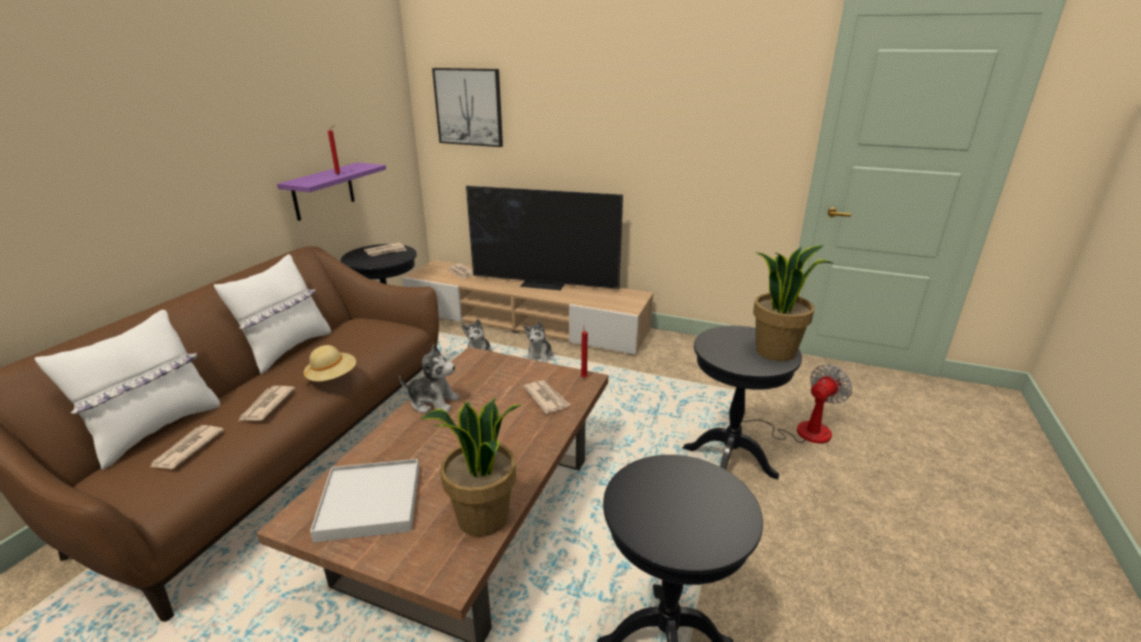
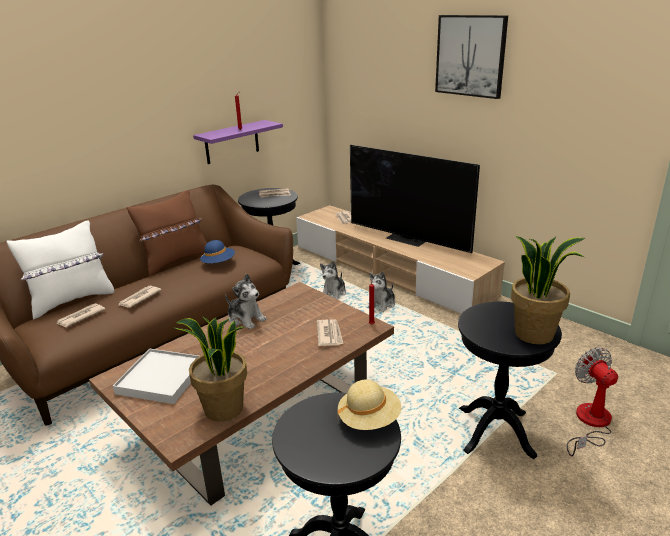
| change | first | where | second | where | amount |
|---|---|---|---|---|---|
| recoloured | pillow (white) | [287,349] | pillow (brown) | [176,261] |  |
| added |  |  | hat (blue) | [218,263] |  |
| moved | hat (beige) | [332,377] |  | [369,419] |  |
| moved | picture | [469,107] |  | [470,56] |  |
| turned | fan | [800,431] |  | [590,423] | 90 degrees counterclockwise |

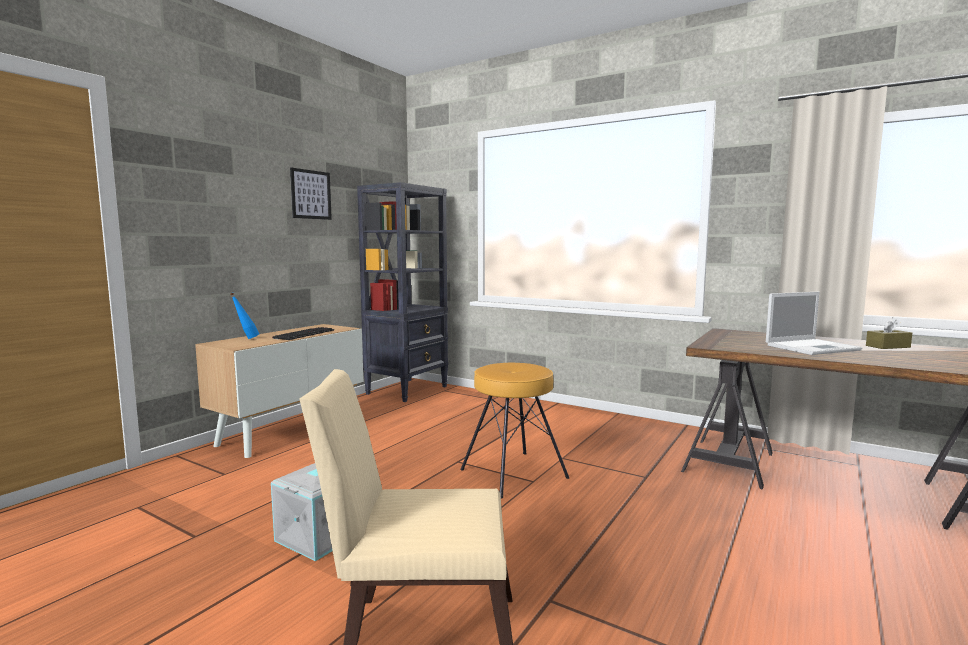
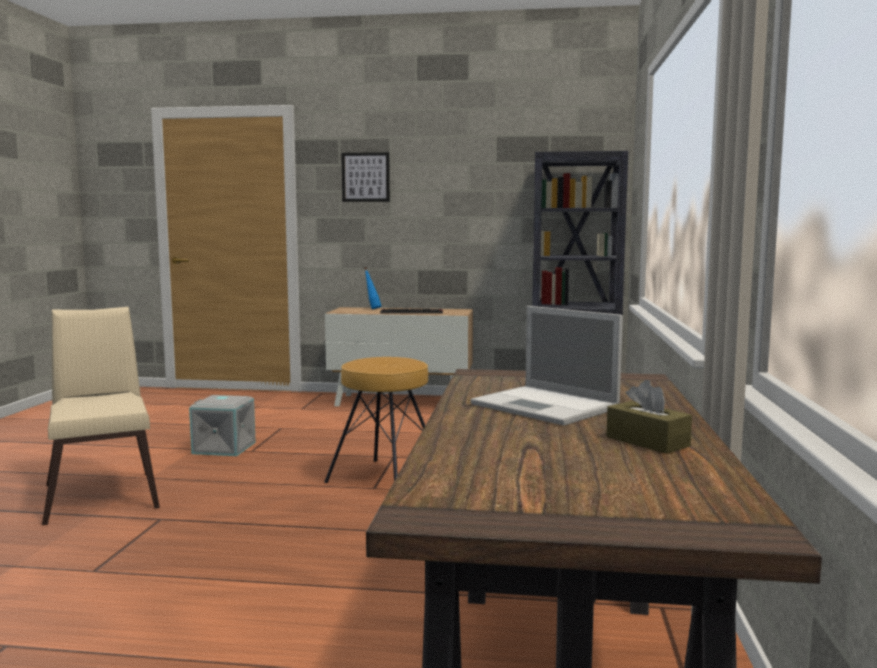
| change | first | where | second | where | amount |
|---|---|---|---|---|---|
| moved | picture | [311,194] |  | [365,177] |  |

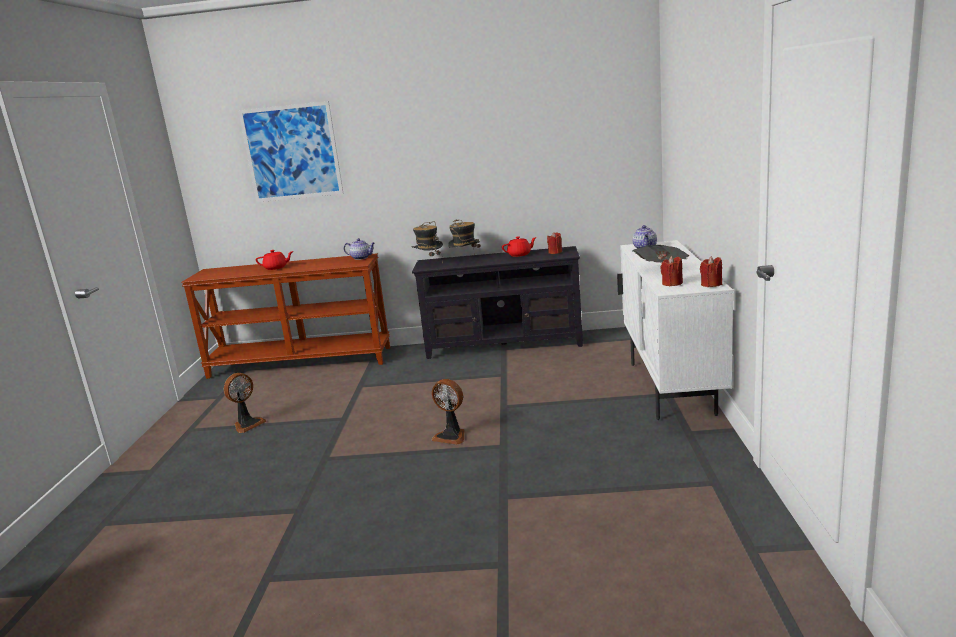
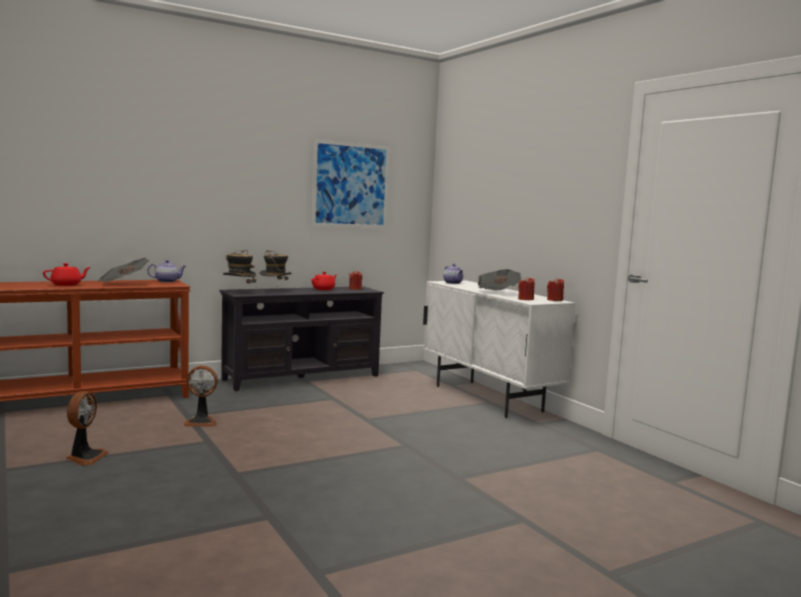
| change | first | where | second | where | amount |
|---|---|---|---|---|---|
| added |  |  | newspaper | [123,284] |  |
| moved | fan | [451,436] |  | [201,422] |  |
| moved | picture | [292,152] |  | [351,185] |  |

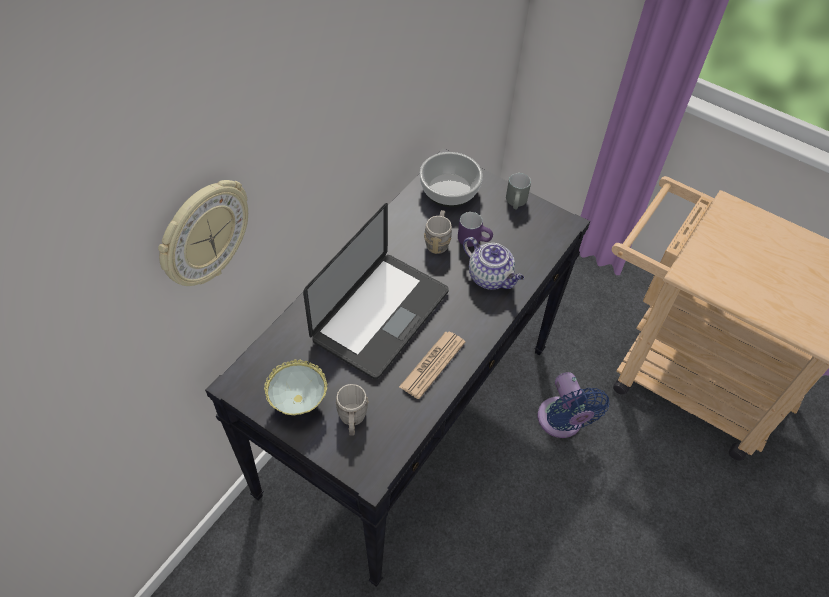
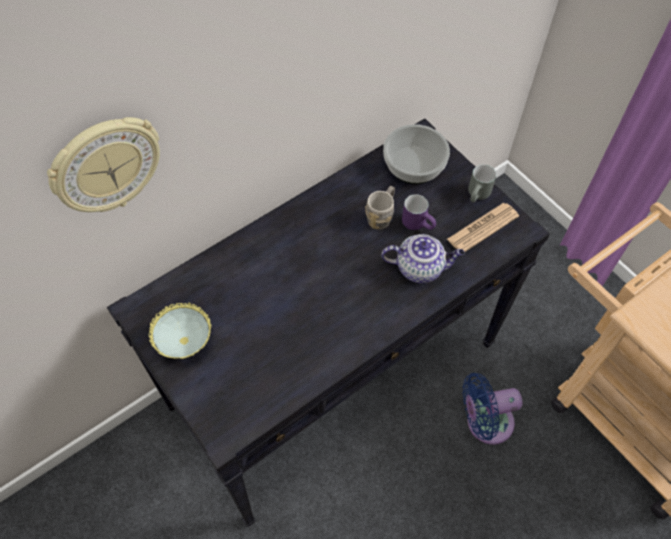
| change | first | where | second | where | amount |
|---|---|---|---|---|---|
| turned | teapot | [491,277] |  | [420,268] | 60 degrees counterclockwise |
| moved | newspaper | [432,364] |  | [482,228] |  |
| turned | fan (blue) | [561,422] |  | [484,422] | 75 degrees clockwise |
| removed | laptop | [381,316] |  |  |  |
| removed | mug (grey) | [352,420] |  |  |  |

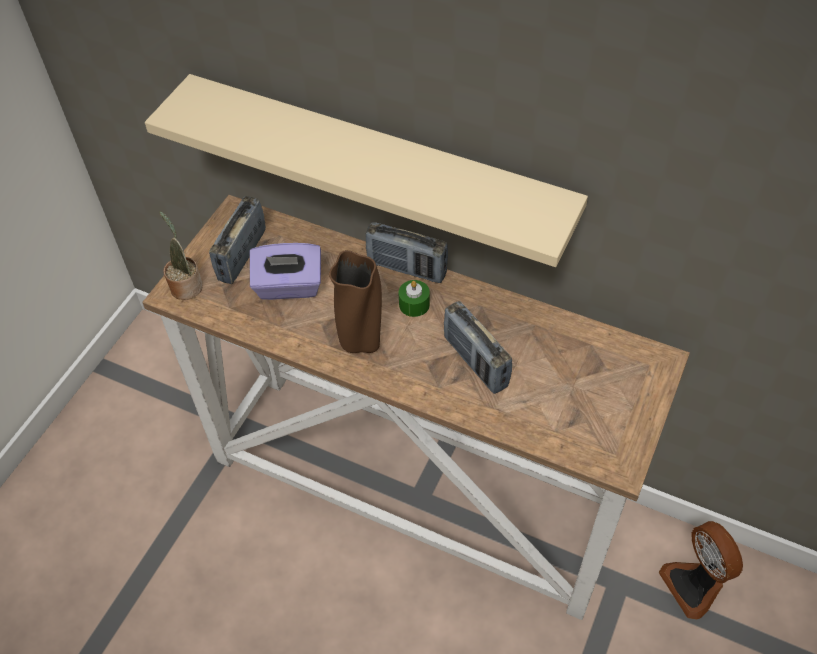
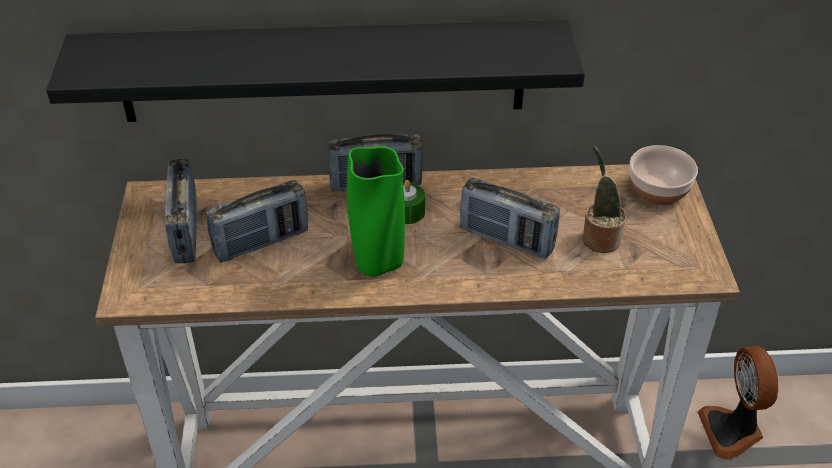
| change | first | where | second | where | amount |
|---|---|---|---|---|---|
| recoloured | shelf (beige) | [378,165] | shelf (black) | [323,71] |  |
| replaced | tissue box (purple) | [289,287] | radio | [261,242] |  |
| recoloured | vase (brown) | [361,342] | vase (green) | [378,264] |  |
| moved | potted plant | [186,285] |  | [599,238] |  |
| added |  |  | bowl | [657,191] |  |
| turned | fan | [694,585] |  | [732,431] | 45 degrees clockwise |

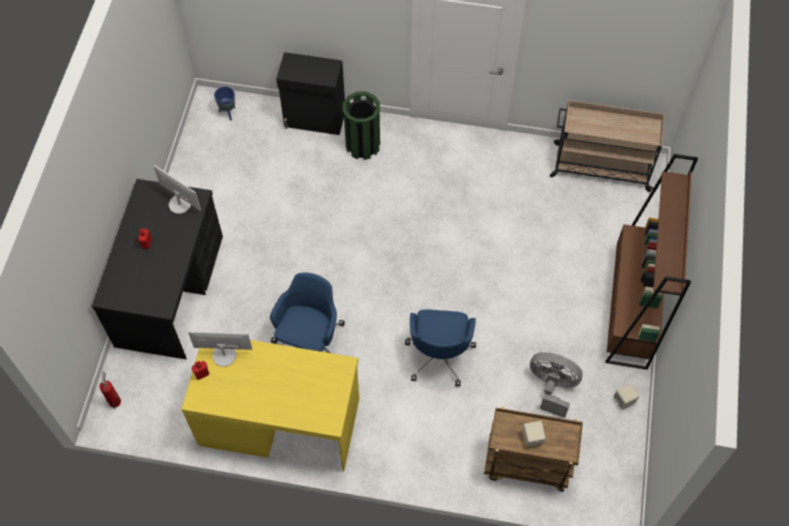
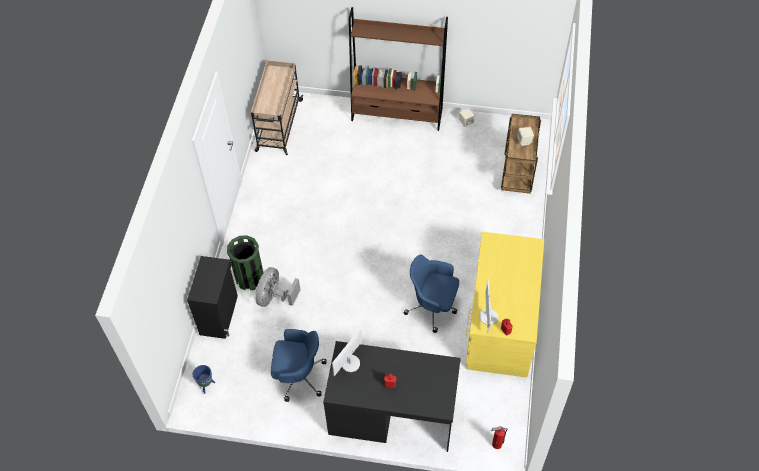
| change | first | where | second | where | amount |
|---|---|---|---|---|---|
| moved | fan (grey) | [552,387] |  | [275,297] |  |
| moved | office chair (blue) | [439,355] |  | [298,375] |  |

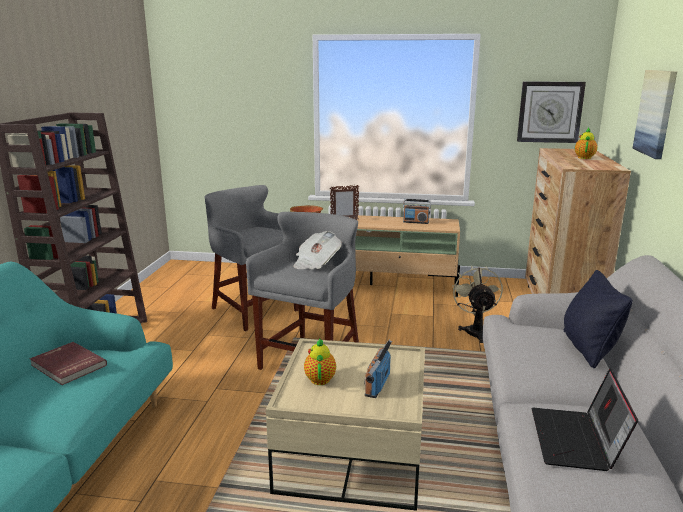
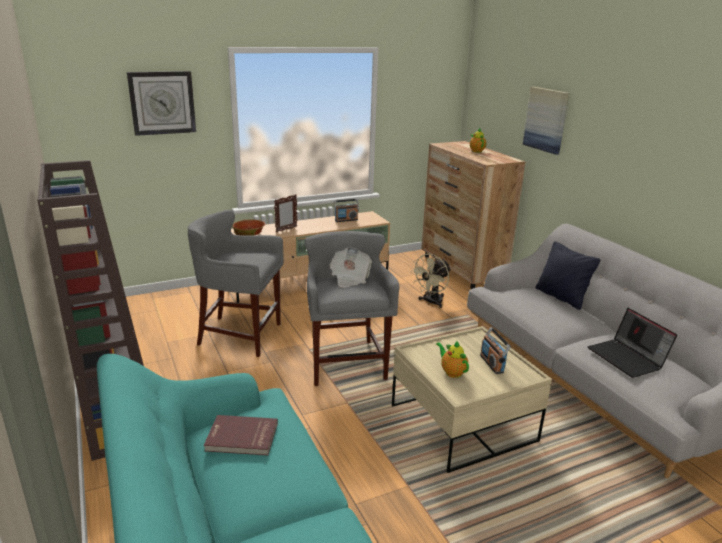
| change | first | where | second | where | amount |
|---|---|---|---|---|---|
| moved | wall clock | [550,112] |  | [162,103] |  |
| turned | fan (beige) | [475,330] |  | [431,302] | 105 degrees counterclockwise |

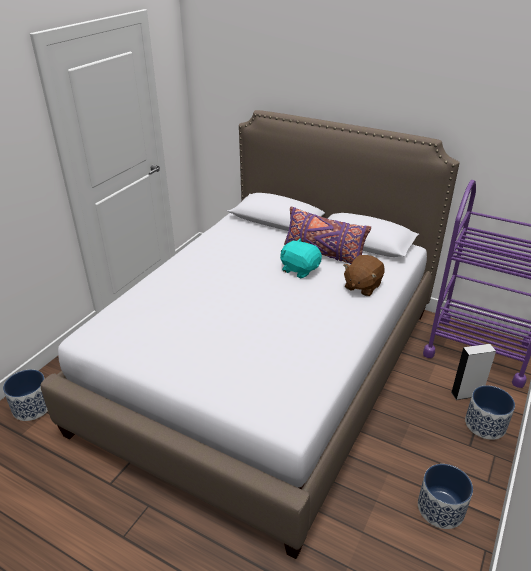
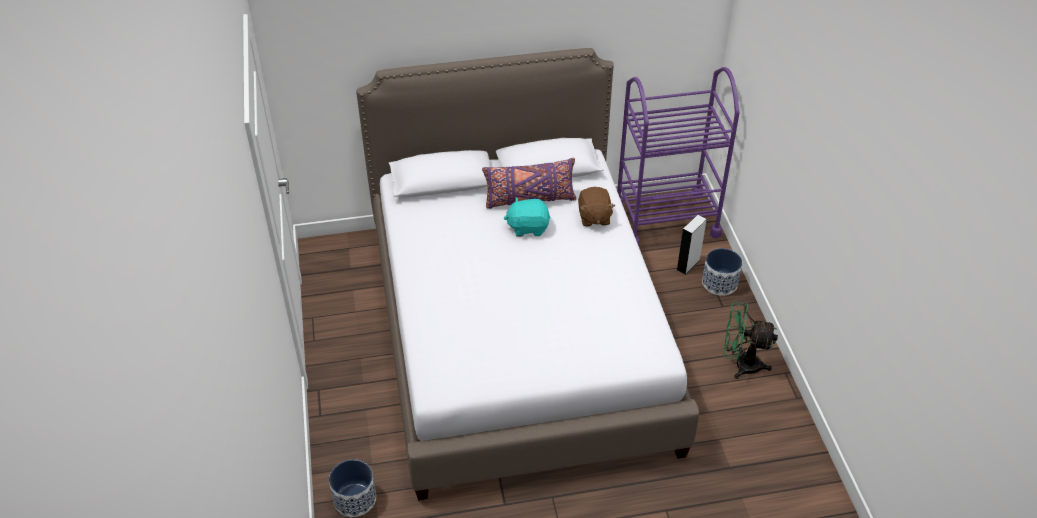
| change | first | where | second | where | amount |
|---|---|---|---|---|---|
| replaced | planter | [440,509] | fan (green) | [740,364] |  |

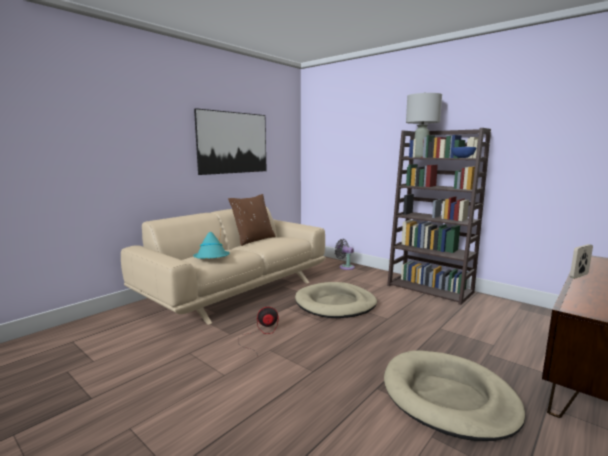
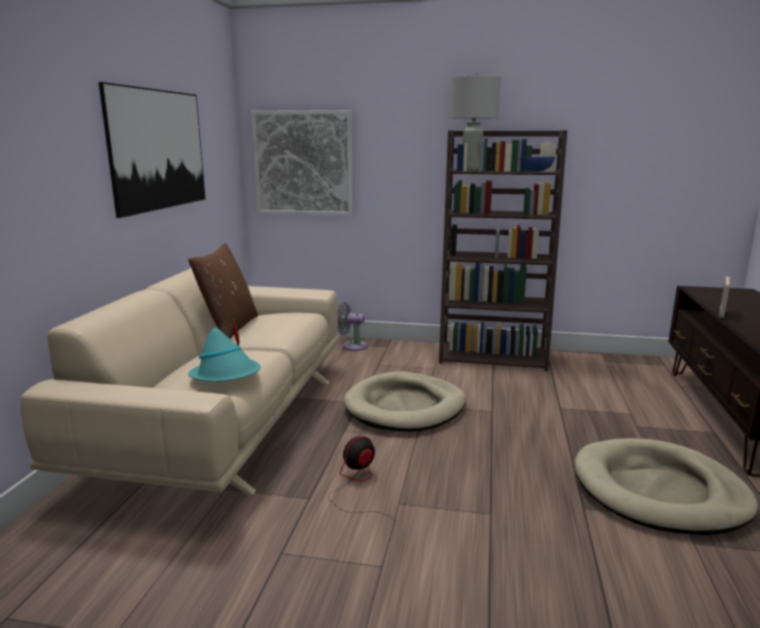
| change | first | where | second | where | amount |
|---|---|---|---|---|---|
| added |  |  | picture | [303,163] |  |

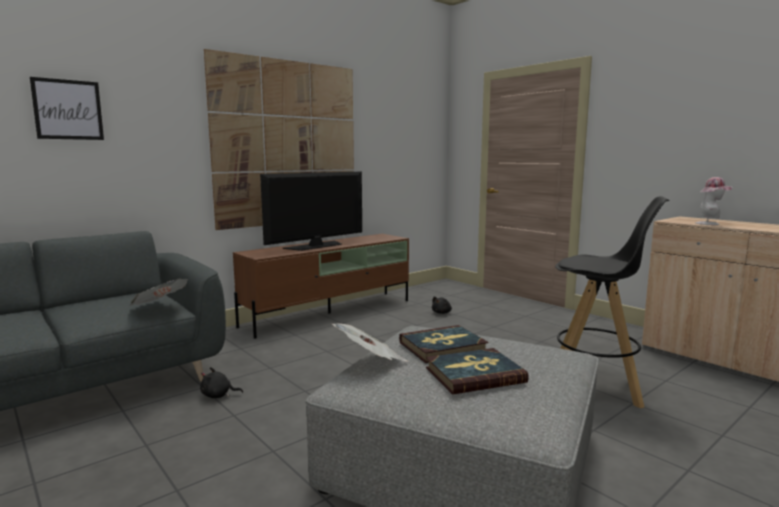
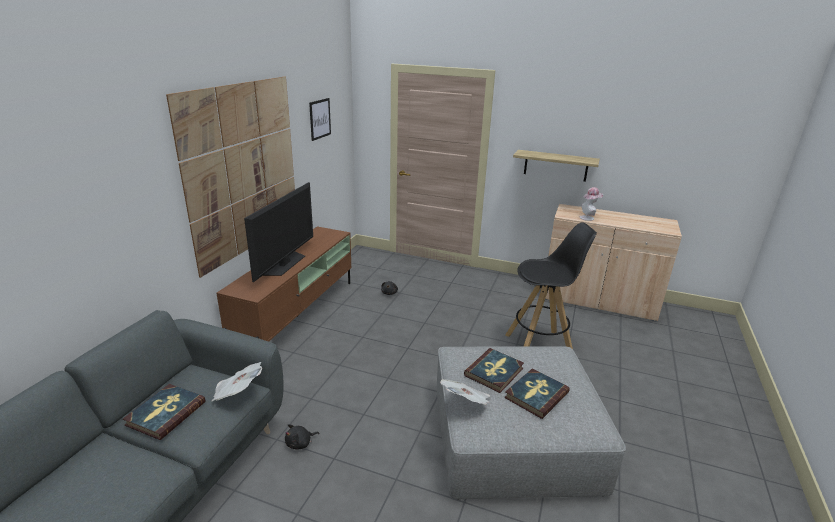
| change | first | where | second | where | amount |
|---|---|---|---|---|---|
| added |  |  | book | [165,413] |  |
| moved | picture | [68,109] |  | [320,119] |  |
| added |  |  | shelf | [555,165] |  |

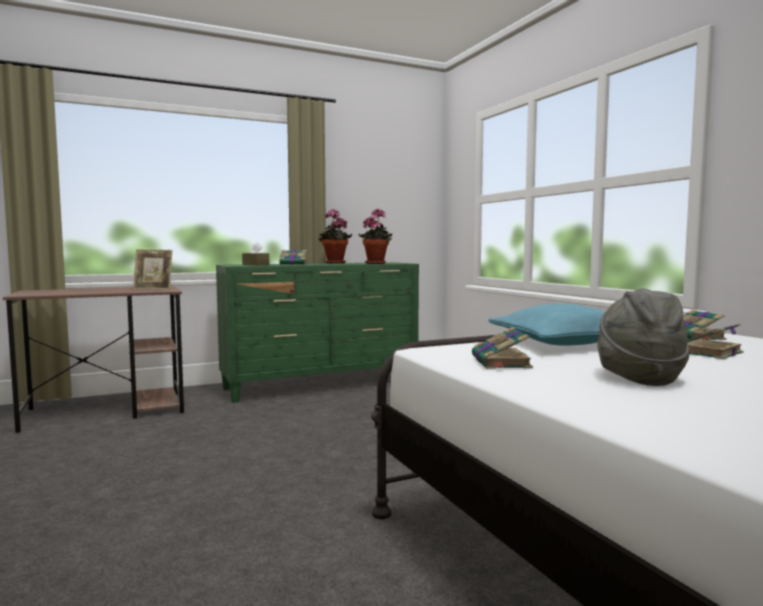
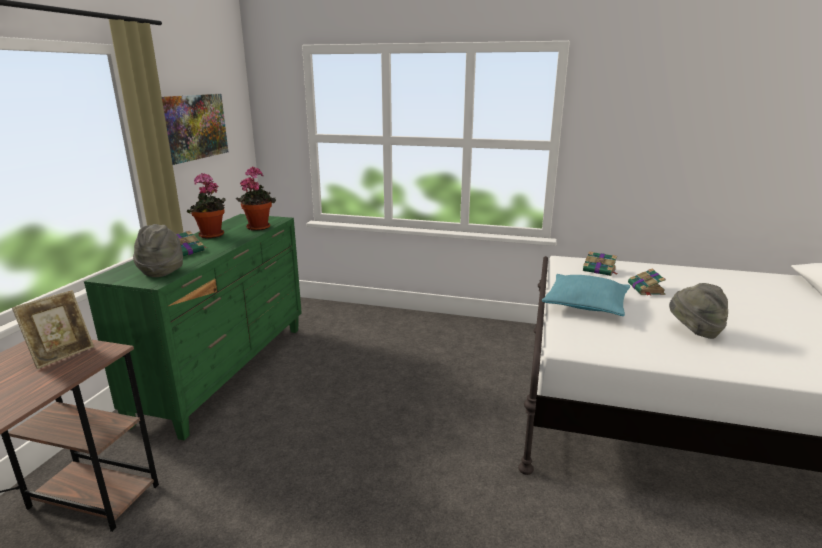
| change | first | where | second | where | amount |
|---|---|---|---|---|---|
| replaced | tissue box (brown) | [255,265] | hat (grey) | [162,270] |  |
| added |  |  | picture | [193,127] |  |
| removed | book | [501,362] |  |  |  |

